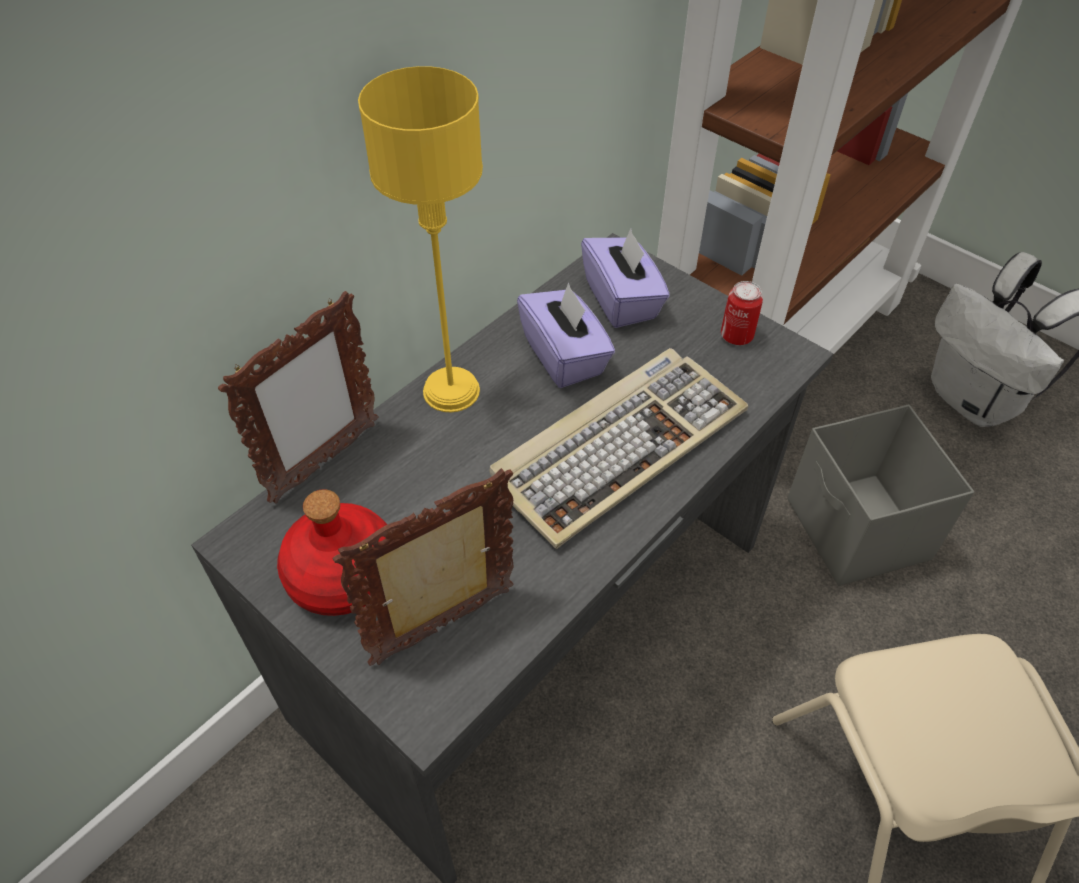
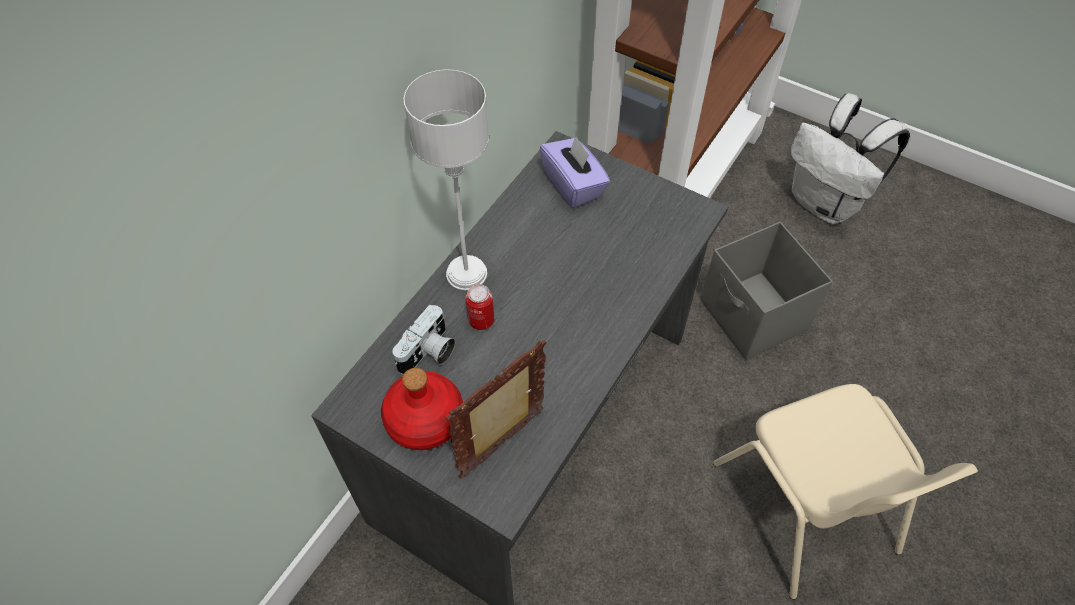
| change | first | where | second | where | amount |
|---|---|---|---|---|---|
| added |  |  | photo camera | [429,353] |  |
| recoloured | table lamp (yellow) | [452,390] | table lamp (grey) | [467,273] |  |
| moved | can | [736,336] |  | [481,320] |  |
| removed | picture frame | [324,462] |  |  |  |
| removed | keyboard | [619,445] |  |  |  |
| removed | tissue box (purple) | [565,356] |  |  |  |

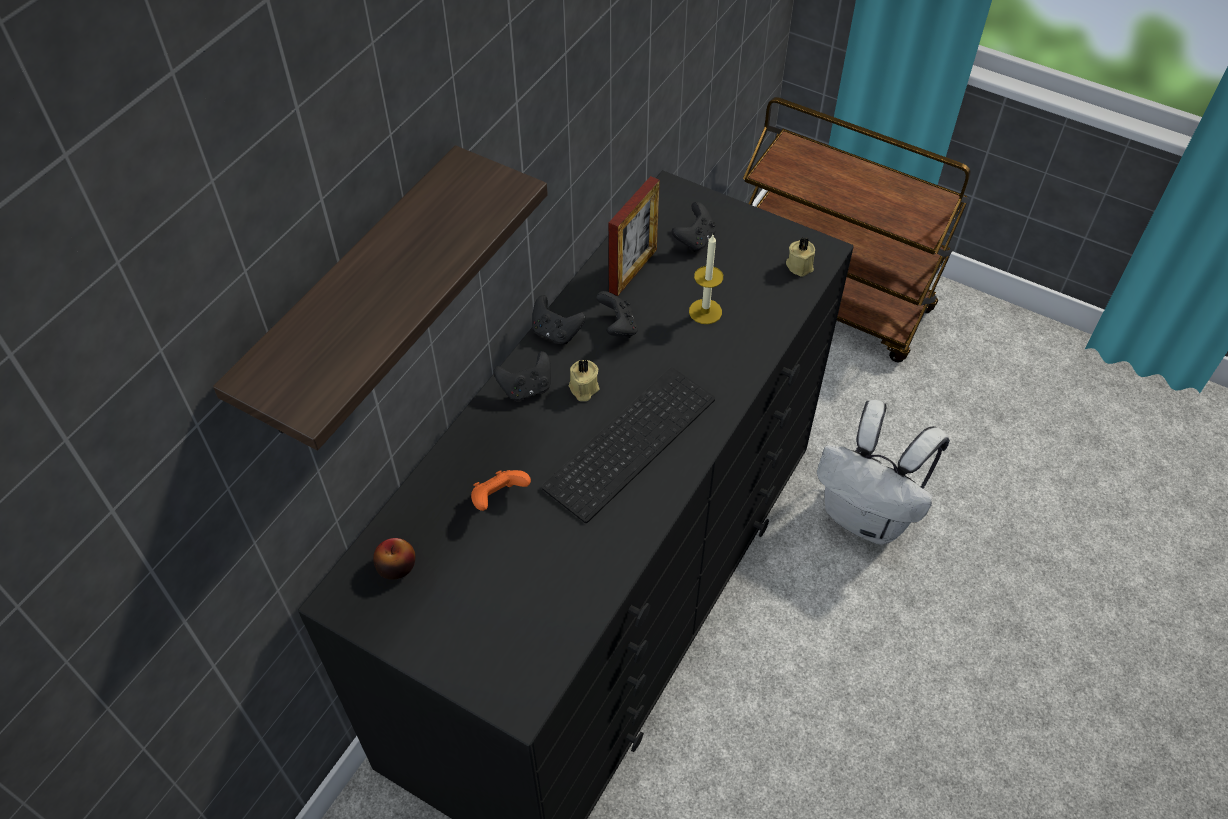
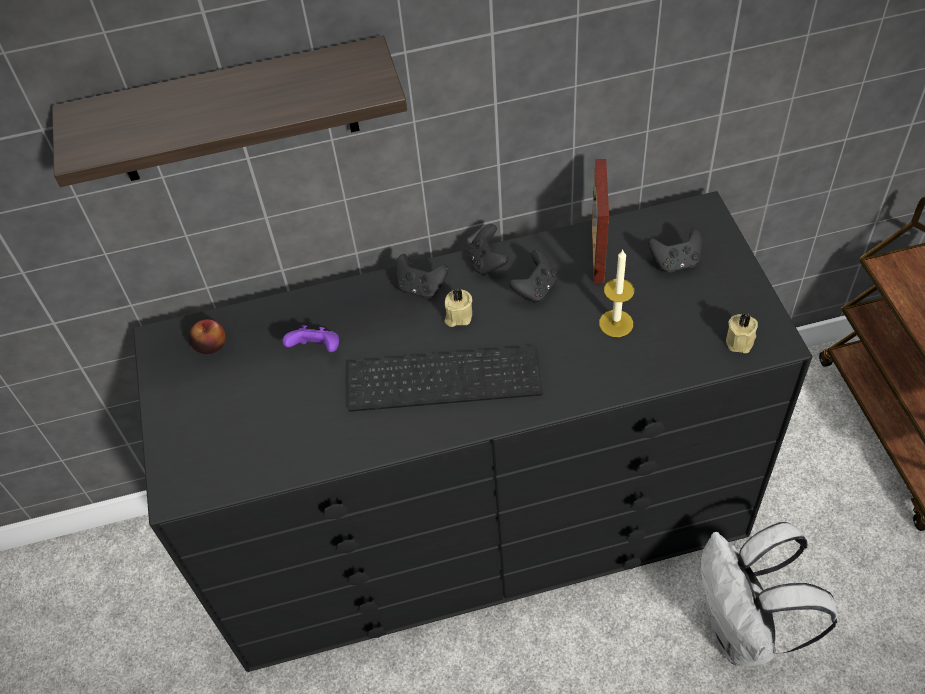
| change | first | where | second | where | amount |
|---|---|---|---|---|---|
| recoloured | game controller (orange) | [499,498] | game controller (purple) | [317,349] |  |
| turned | picture frame | [633,270] |  | [597,254] | 105 degrees clockwise |

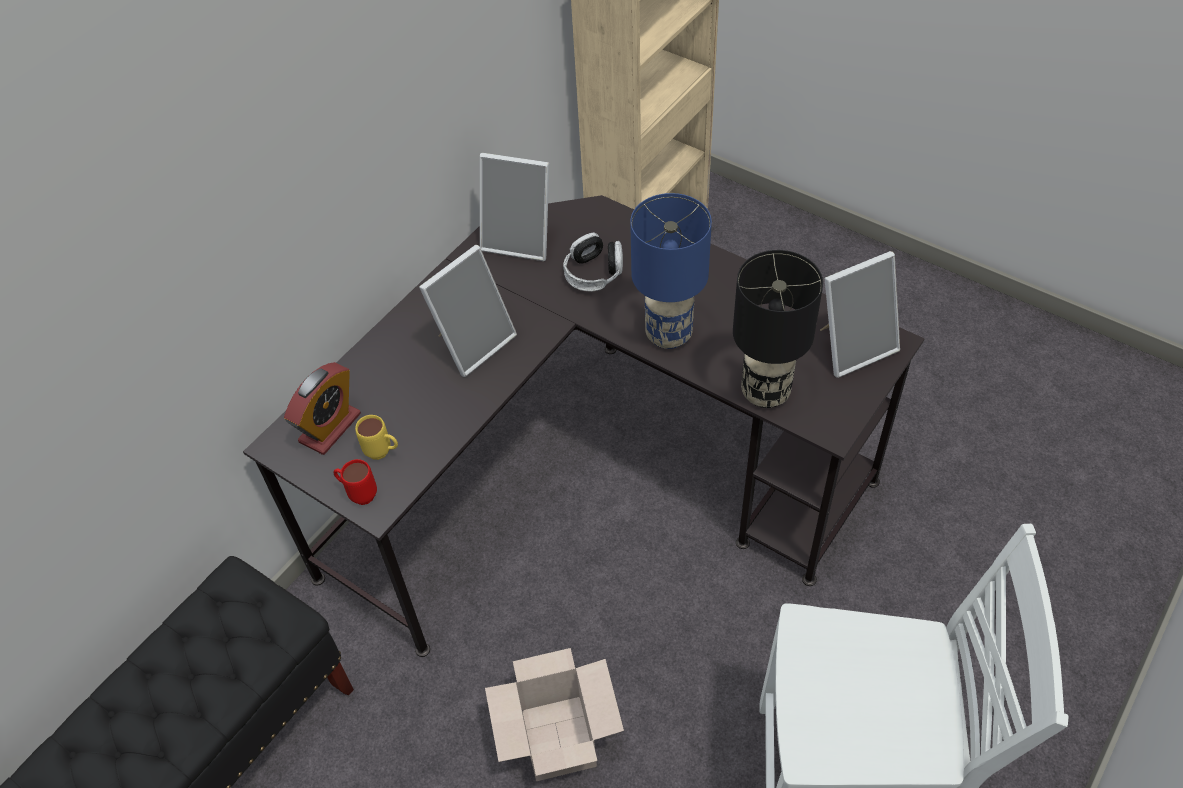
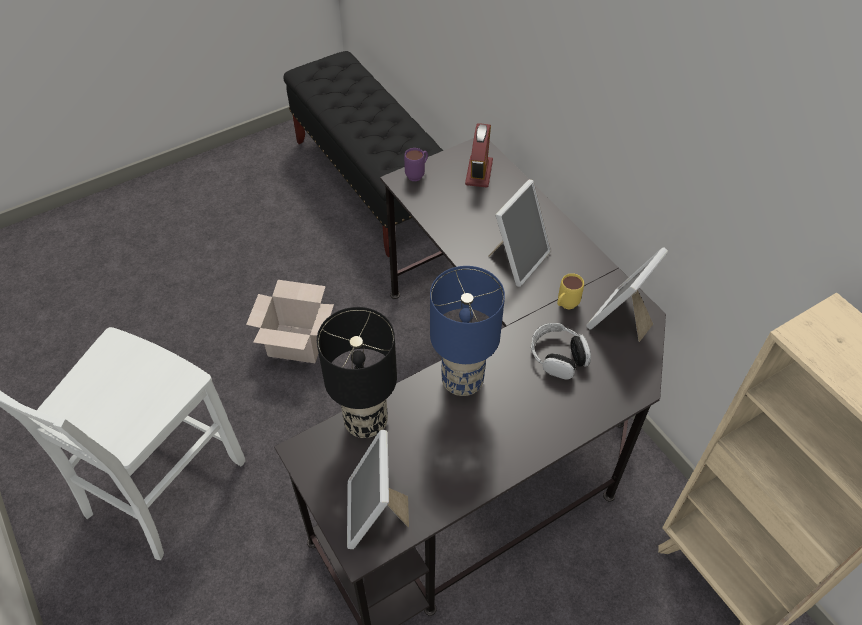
| change | first | where | second | where | amount |
|---|---|---|---|---|---|
| recoloured | mug (red) | [358,494] | mug (purple) | [417,174] |  |
| turned | alarm clock | [330,428] |  | [479,172] | 135 degrees counterclockwise |
| turned | picture frame | [473,343] |  | [517,259] | 120 degrees counterclockwise |
| moved | mug (yellow) | [383,453] |  | [565,306] |  |

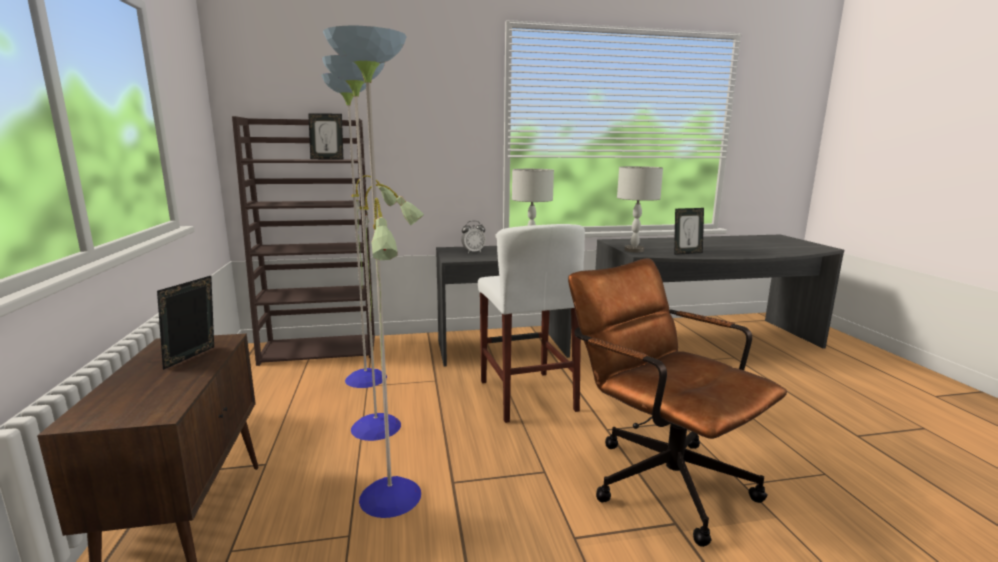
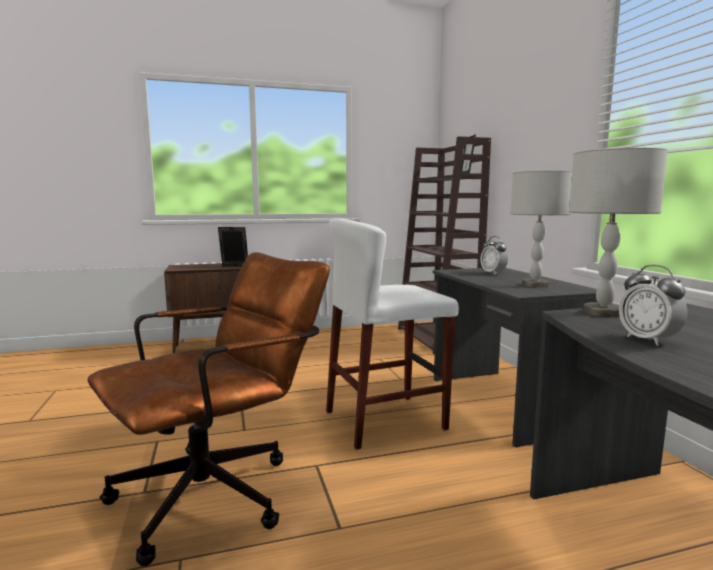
| change | first | where | second | where | amount |
|---|---|---|---|---|---|
| replaced | picture frame | [686,253] | alarm clock | [648,340] |  |
| removed | floor lamp | [380,426] |  |  |  |

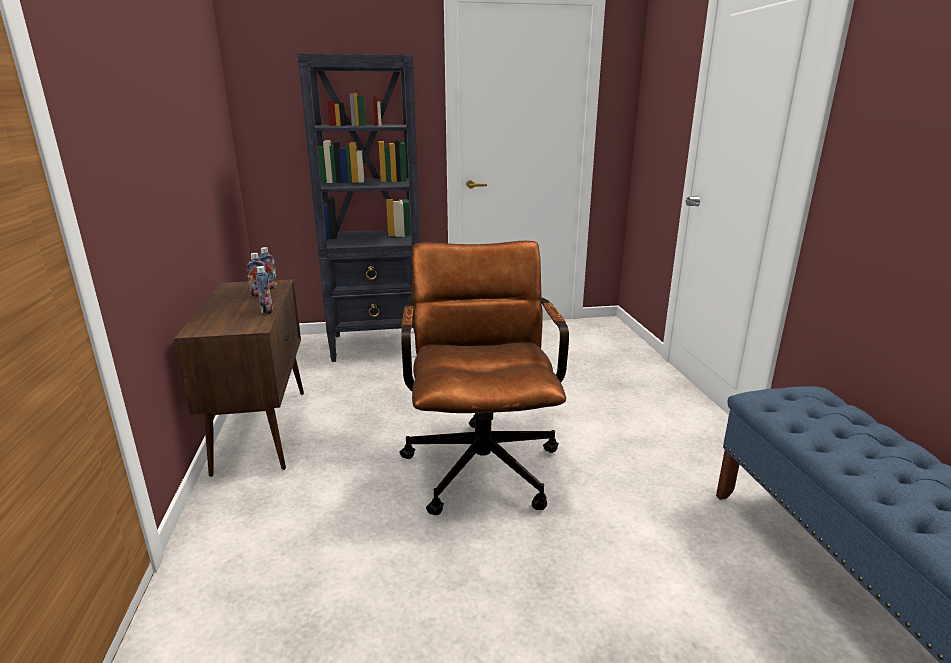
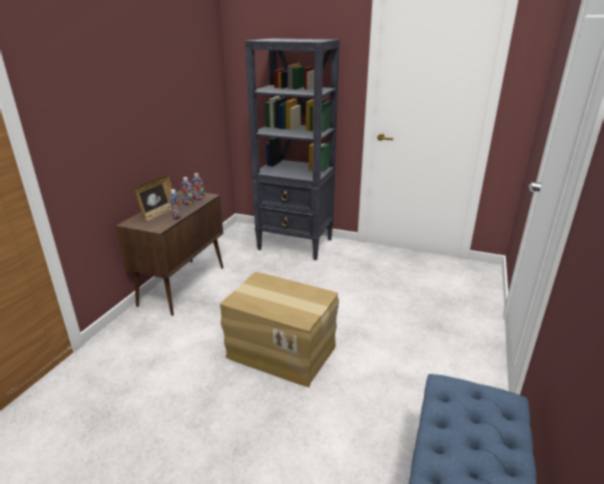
| change | first | where | second | where | amount |
|---|---|---|---|---|---|
| added |  |  | picture frame | [158,213] |  |
| replaced | office chair (brown) | [481,459] | cardboard box | [282,350] |  |

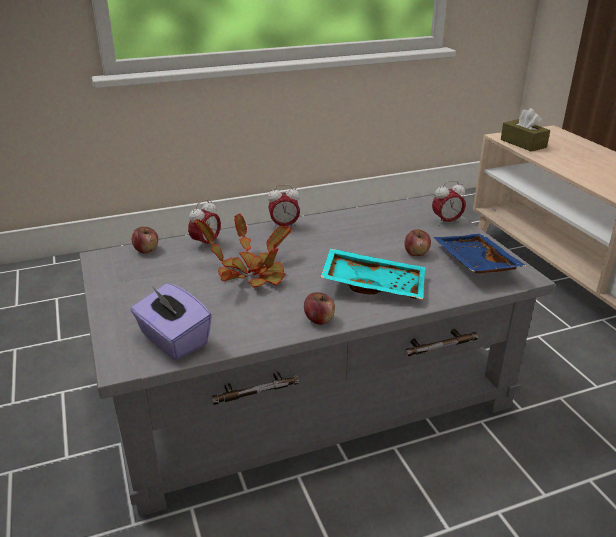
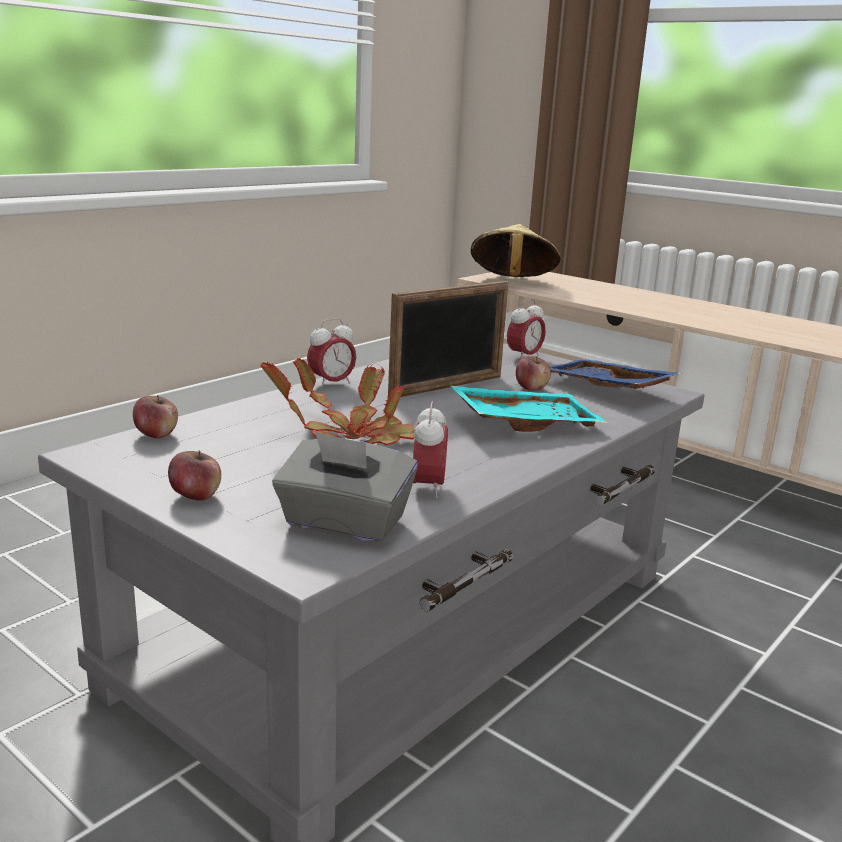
| change | first | where | second | where | amount |
|---|---|---|---|---|---|
| moved | apple | [319,319] |  | [196,496] |  |
| recoloured | tissue box (purple) | [173,340] | tissue box (grey) | [344,524] |  |
| added |  |  | picture frame | [447,387] |  |
| moved | alarm clock | [206,244] |  | [428,488] |  |
| replaced | tissue box (brown) | [523,143] | hat (beige) | [512,283] |  |

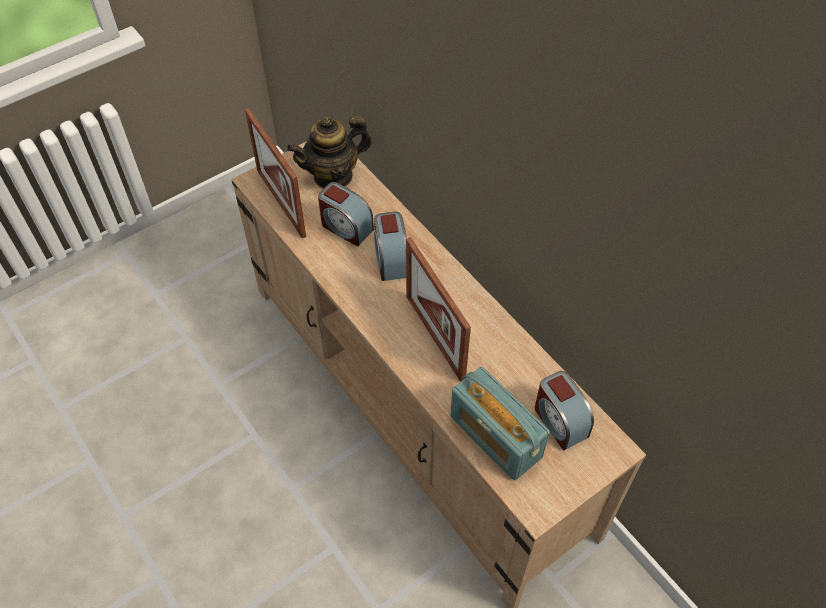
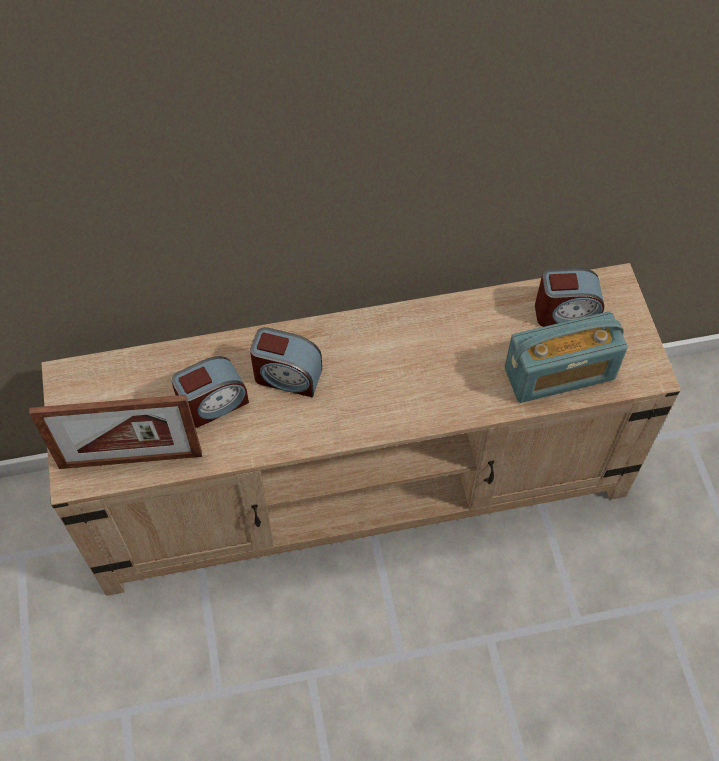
| change | first | where | second | where | amount |
|---|---|---|---|---|---|
| removed | teapot | [333,176] |  |  |  |
| removed | picture frame | [435,337] |  |  |  |

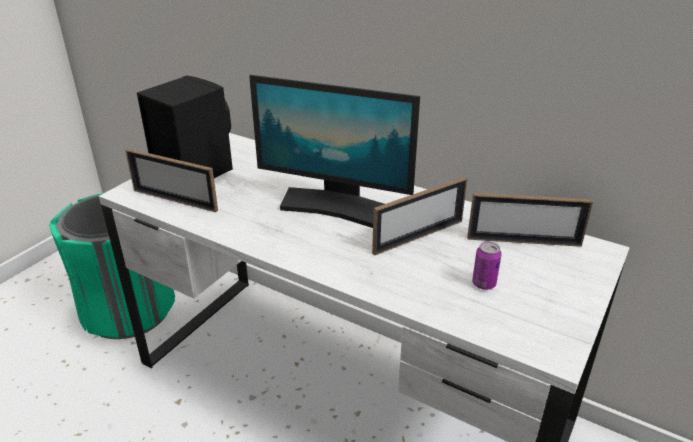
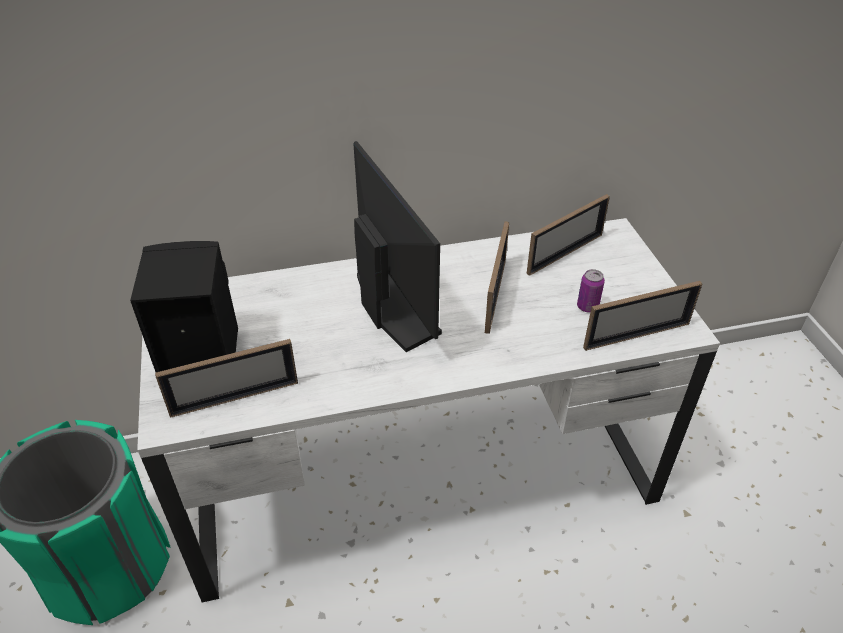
| change | first | where | second | where | amount |
|---|---|---|---|---|---|
| turned | monitor | [334,206] |  | [393,308] | 90 degrees counterclockwise |
| added |  |  | picture frame | [636,335] |  |

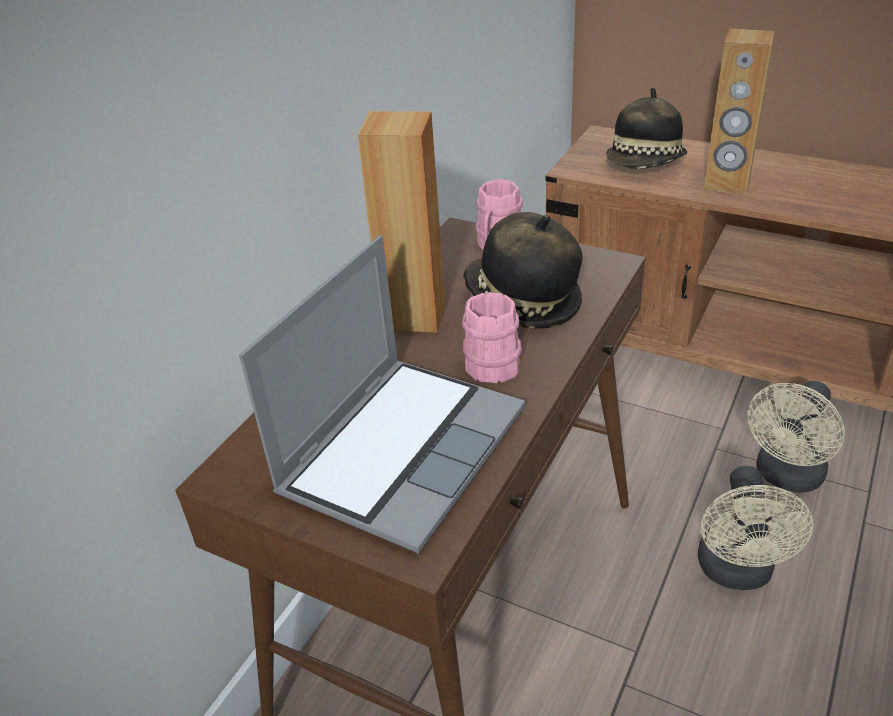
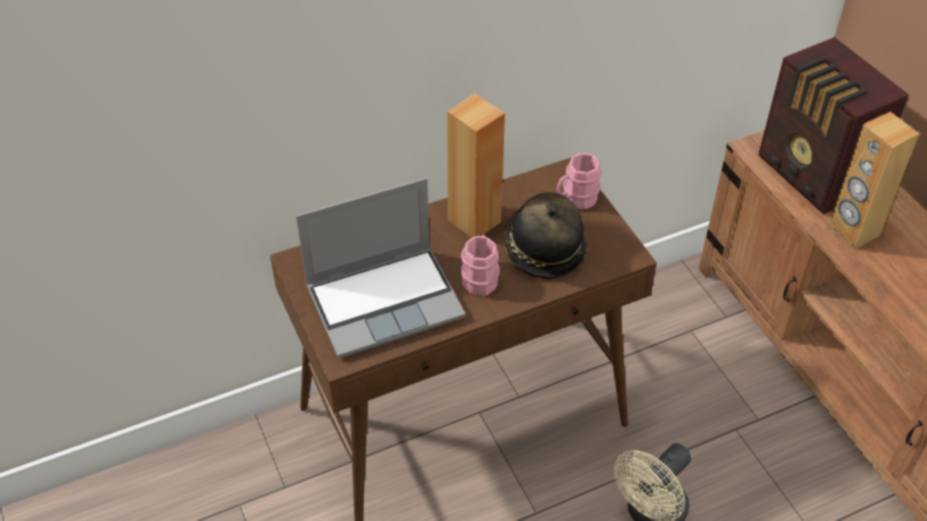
| change | first | where | second | where | amount |
|---|---|---|---|---|---|
| replaced | hat | [645,165] | radio | [813,176] |  |
| removed | fan (beige) | [786,477] |  |  |  |

